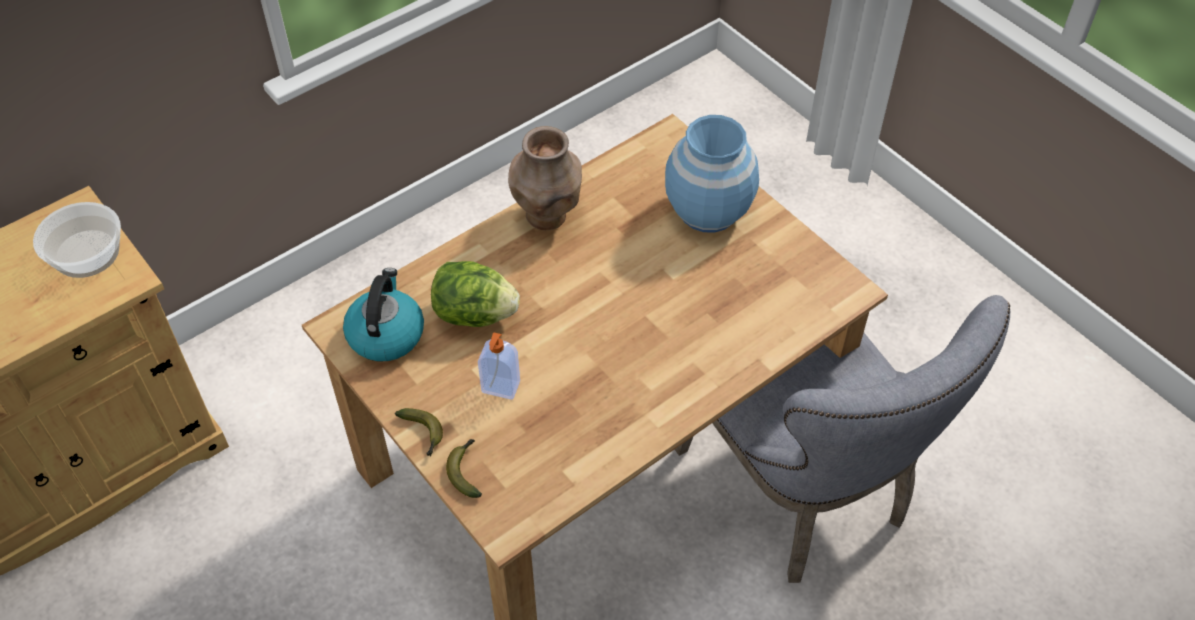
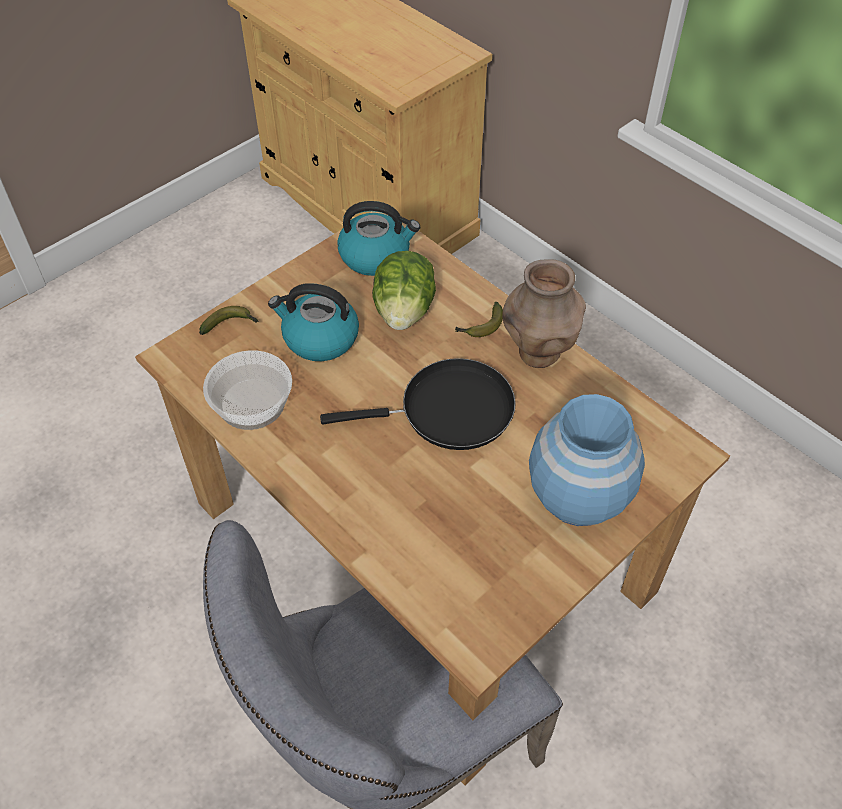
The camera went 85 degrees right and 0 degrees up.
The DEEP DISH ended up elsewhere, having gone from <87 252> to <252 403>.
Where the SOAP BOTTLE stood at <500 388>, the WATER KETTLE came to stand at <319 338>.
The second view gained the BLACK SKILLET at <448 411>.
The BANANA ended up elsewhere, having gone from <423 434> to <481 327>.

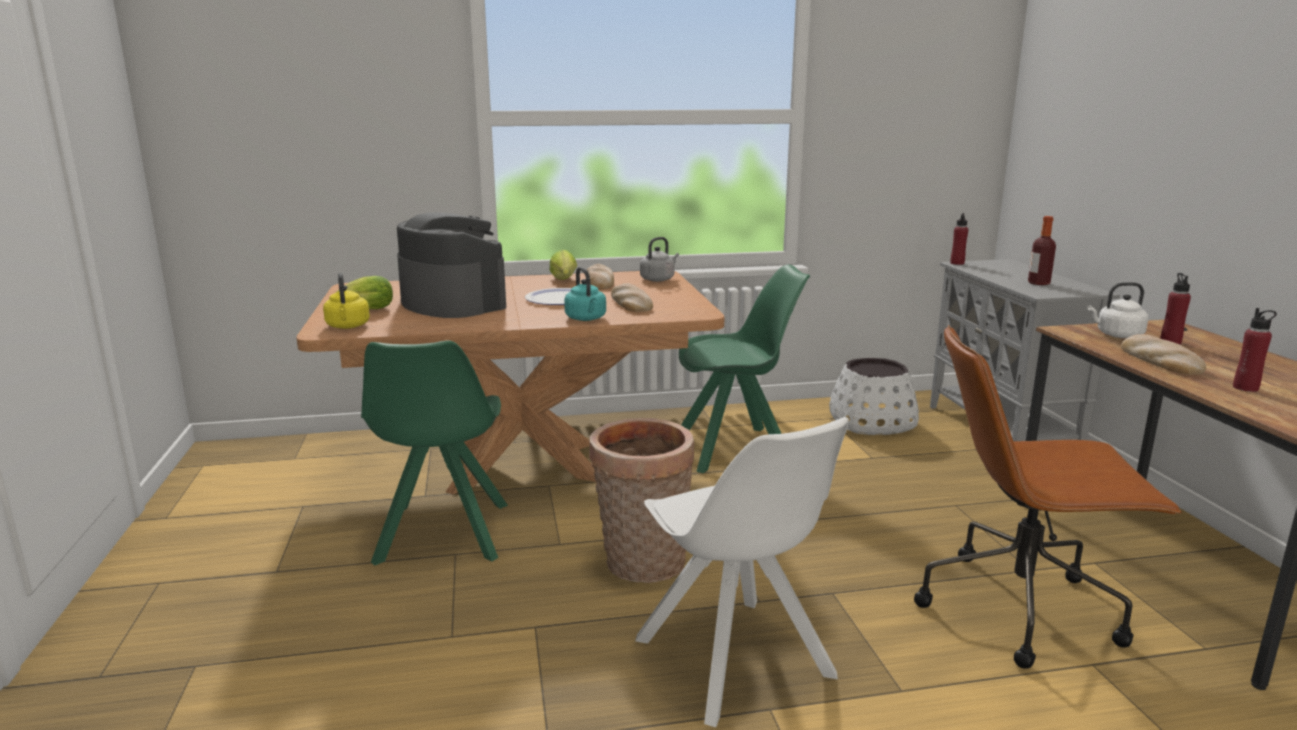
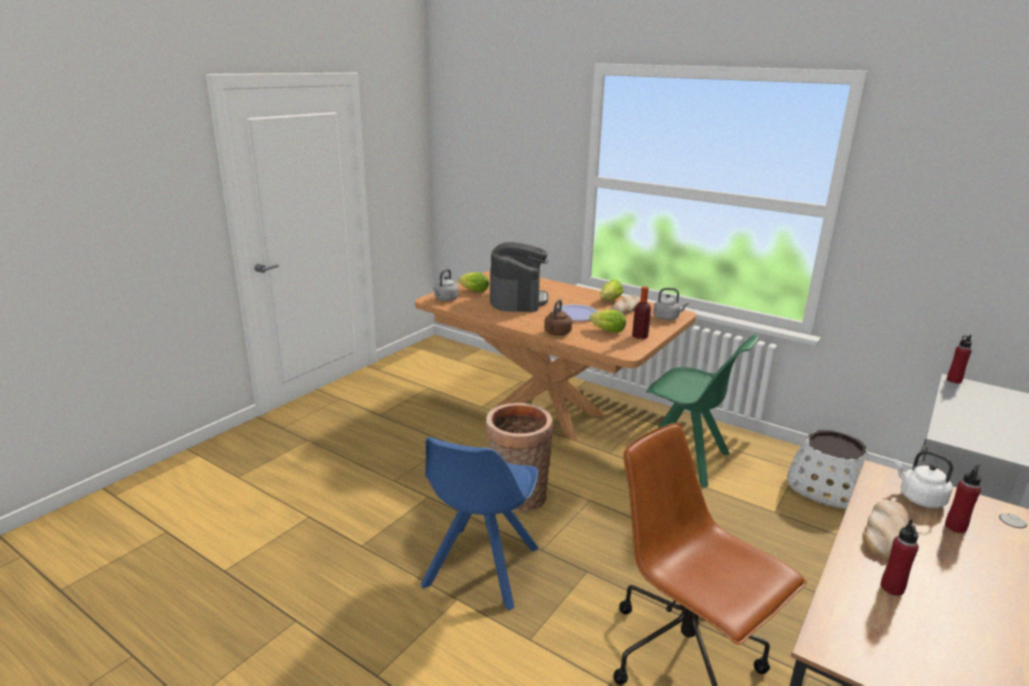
The camera went 45 degrees right and 5 degrees up.
What was the WHITE UPRIGHT CHAIR at <736 661> turned into the BLUISH UPRIGHT CHAIR at <480 569>.
What was the YELLOW WATER KETTLE at <348 326> turned into the GREYISH WATER KETTLE at <445 299>.
What was the TURQUOISE WATER KETTLE at <586 319> turned into the BROWN-COLOURED WATER KETTLE at <557 333>.
Where the BAKED BREAD stood at <630 303>, the LETTUCE came to stand at <606 331>.
The DRINK BOTTLE ended up elsewhere, having gone from <1038 283> to <640 336>.
The second view lost the GREEN-COLOURED UPRIGHT CHAIR at <442 535>.

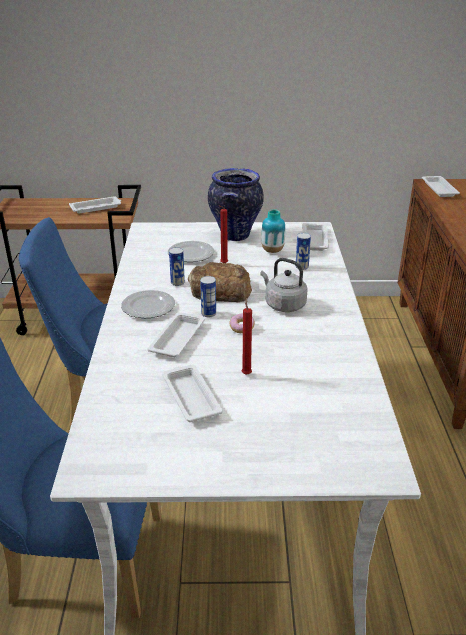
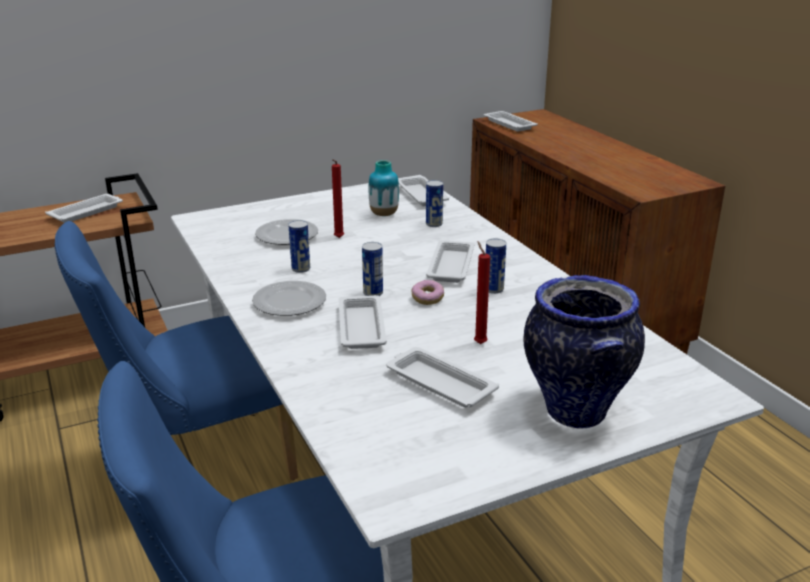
The camera went 25 degrees left and 5 degrees down.
Where the GREYISH WATER KETTLE stood at <283 305>, the WHITE TRAY came to stand at <451 265>.
The second view gained the CAN at <493 289>.
The FLOWER VASE ended up elsewhere, having gone from <235 235> to <574 411>.
The second view lost the BAKED BREAD at <220 290>.

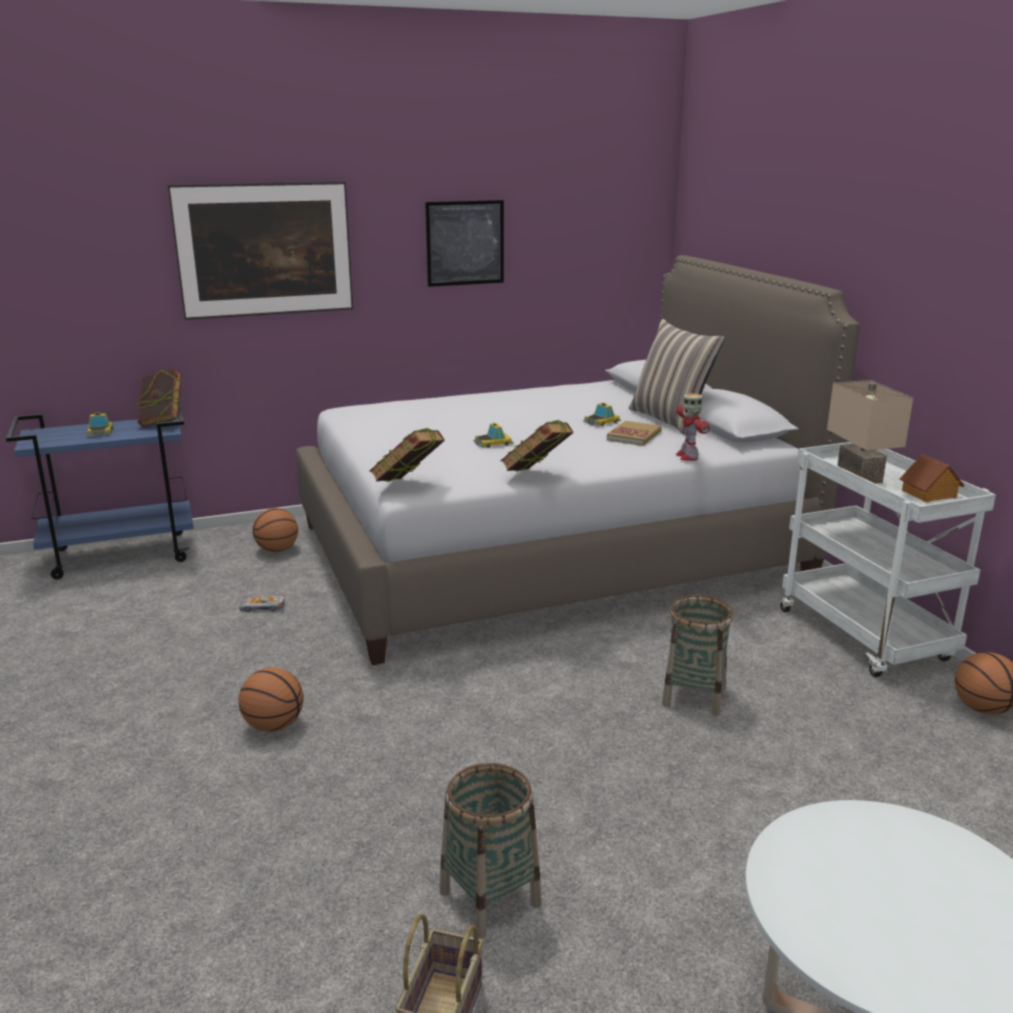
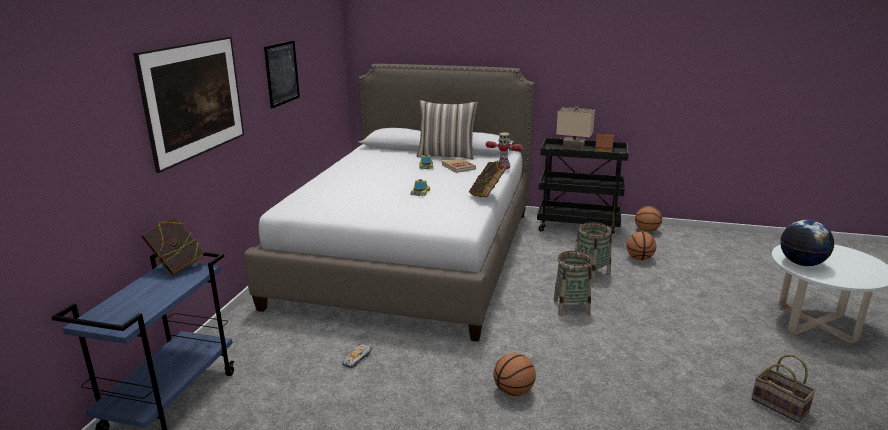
The camera went 55 degrees left and 0 degrees up.
What was the WHITE TROLLEY at <866 637> turned into the BLACK TROLLEY at <578 226>.
The BASKET ended up elsewhere, having gone from <490 897> to <571 307>.
The BALL FOR BASKETBALL ended up elsewhere, having gone from <277 550> to <639 258>.
The second view gained the GLOBE at <802 263>.
The second view lost the TOY CAR at <100 432>.
The second view lost the BOOK at <408 486>.

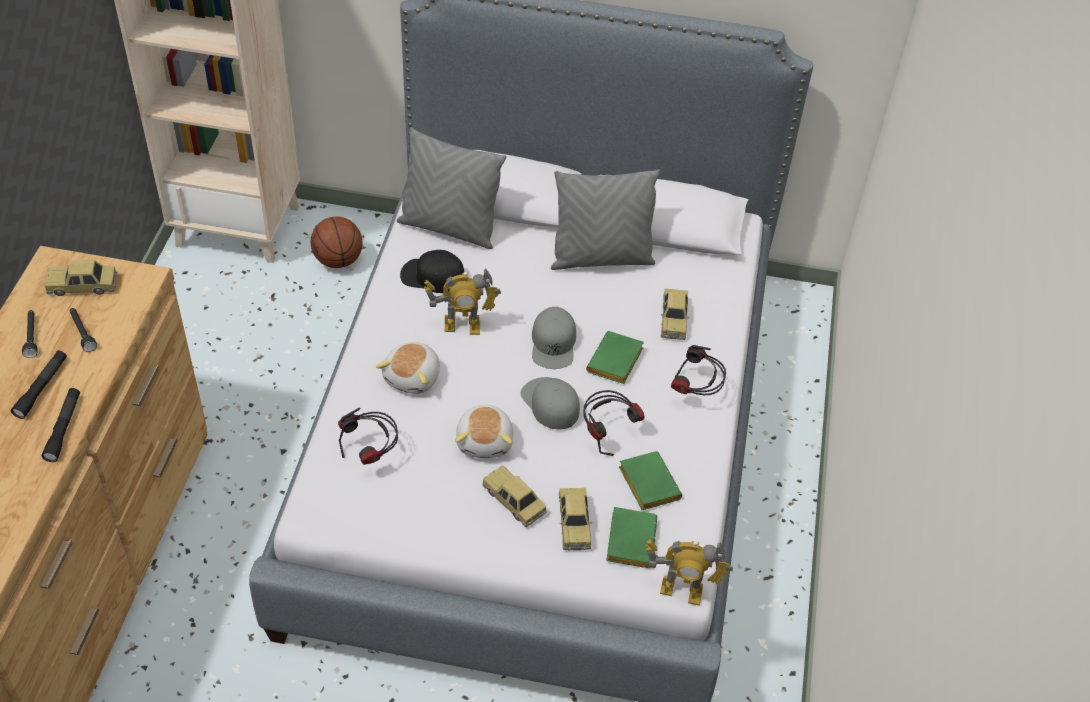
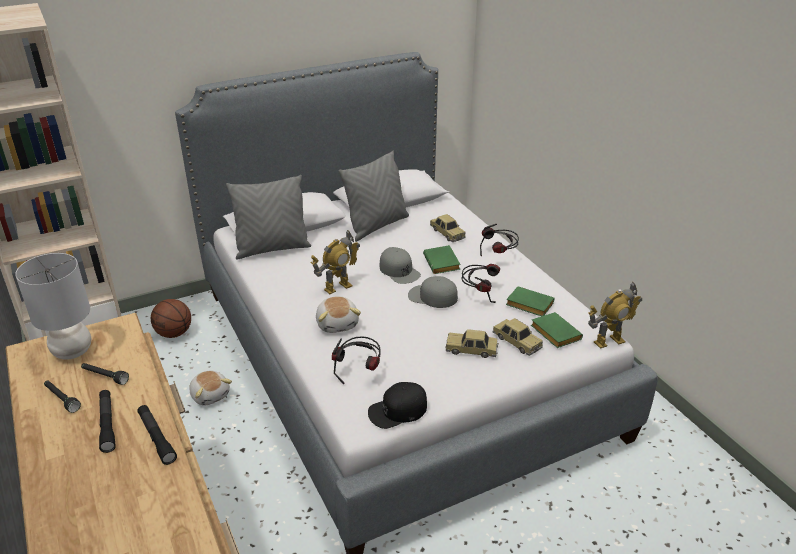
The camera went 35 degrees left and 15 degrees down.
Where the TOY CAR stood at <83 286>, the GREYISH TABLE LAMP came to stand at <73 351>.
The CUDDLY TOY ended up elsewhere, having gone from <485 441> to <210 395>.
The BLACK CAP ended up elsewhere, having gone from <432 276> to <398 410>.

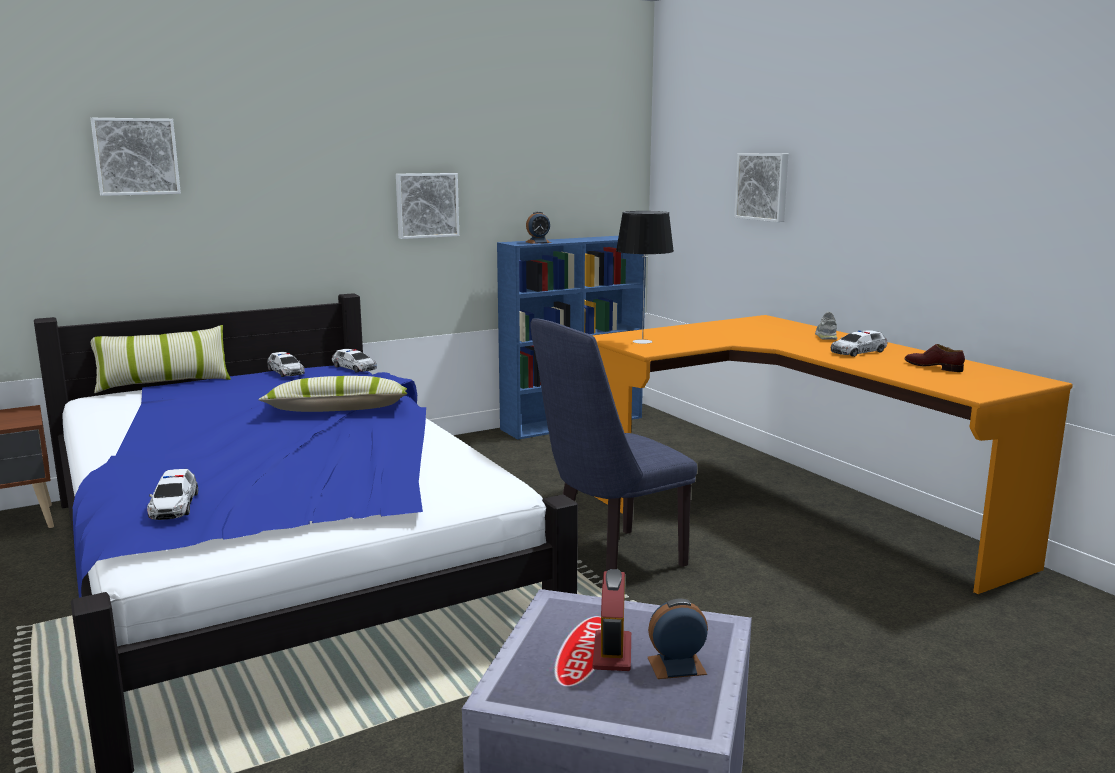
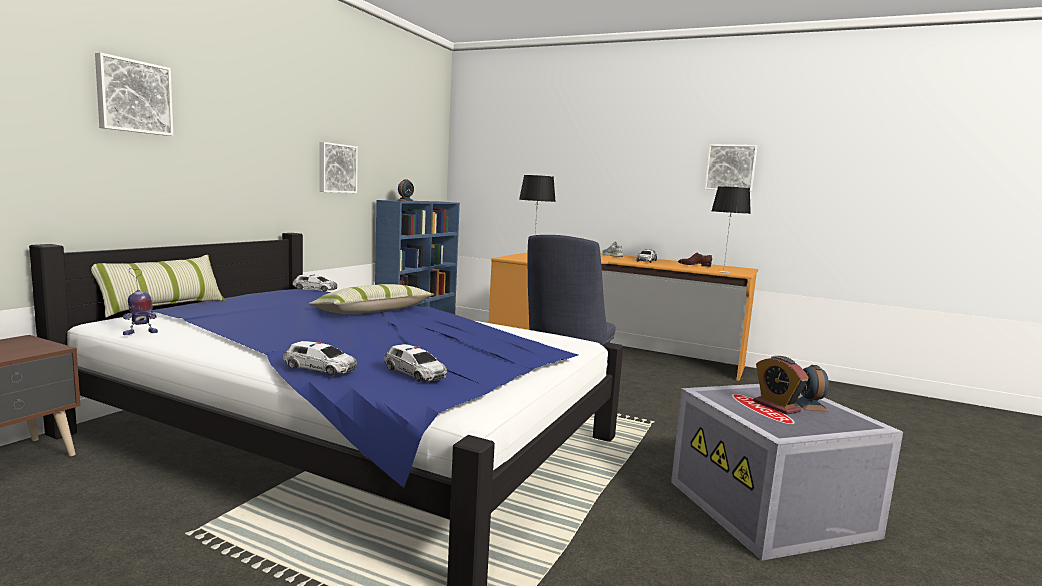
The camera went 35 degrees left and 5 degrees down.
The second view gained the TOY ROBOT at <140 333>.
The TOY CAR ended up elsewhere, having gone from <286 372> to <320 368>.
The WALL PICTURE ended up elsewhere, having gone from <763 186> to <730 168>.
The second view gained the TABLE LAMP at <724 272>.
The TABLE CLOCK at <676 665> ended up facing another way, 45 degrees counterclockwise from before.

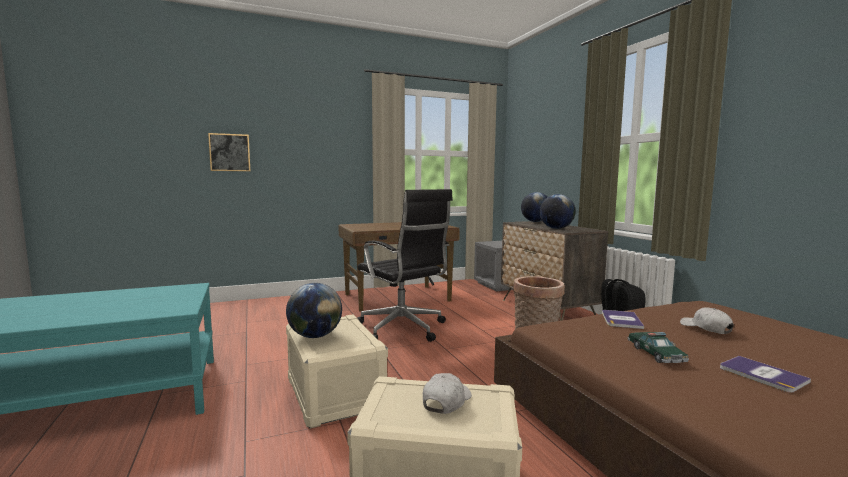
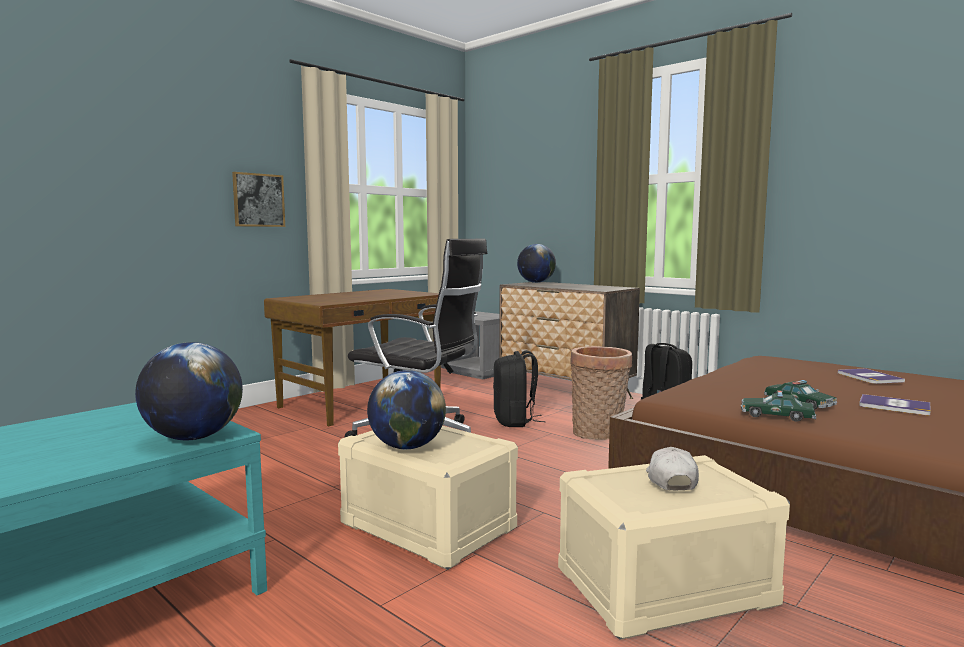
The camera went 25 degrees left and 0 degrees up.
The GLOBE ended up elsewhere, having gone from <556 228> to <193 438>.
The WALL PICTURE ended up elsewhere, having gone from <229 152> to <258 200>.
The second view gained the BLACK RUCKSACK at <515 421>.
The second view gained the TOY CAR at <776 416>.
The BOOK ended up elsewhere, having gone from <621 320> to <868 377>.
The second view lost the WHITE CAP at <706 328>.

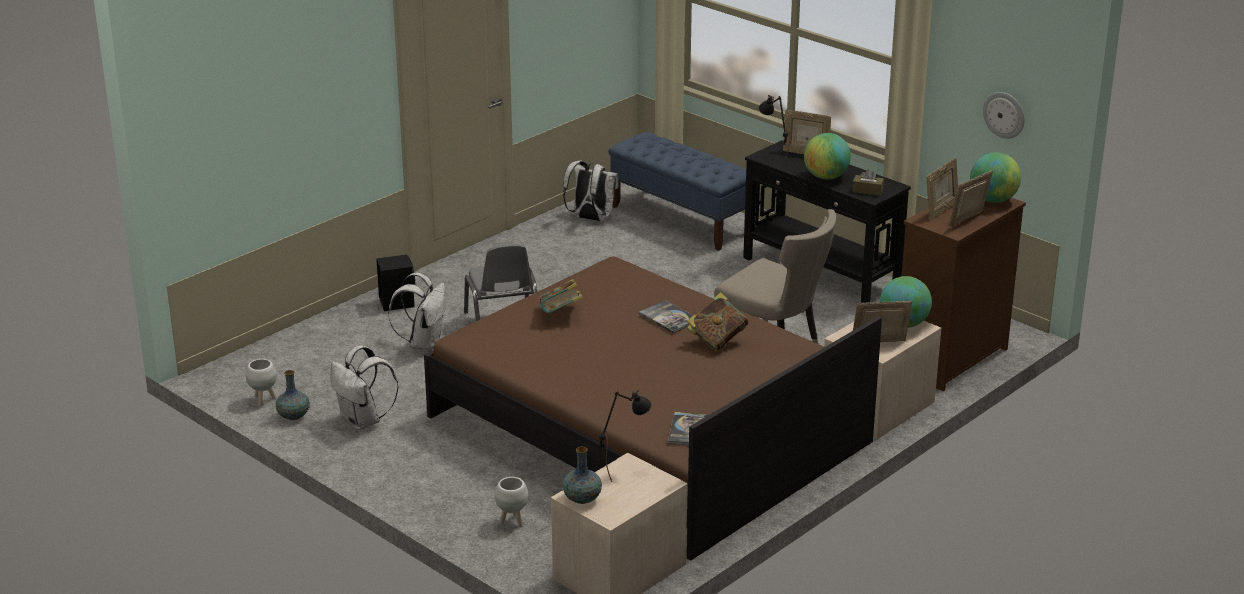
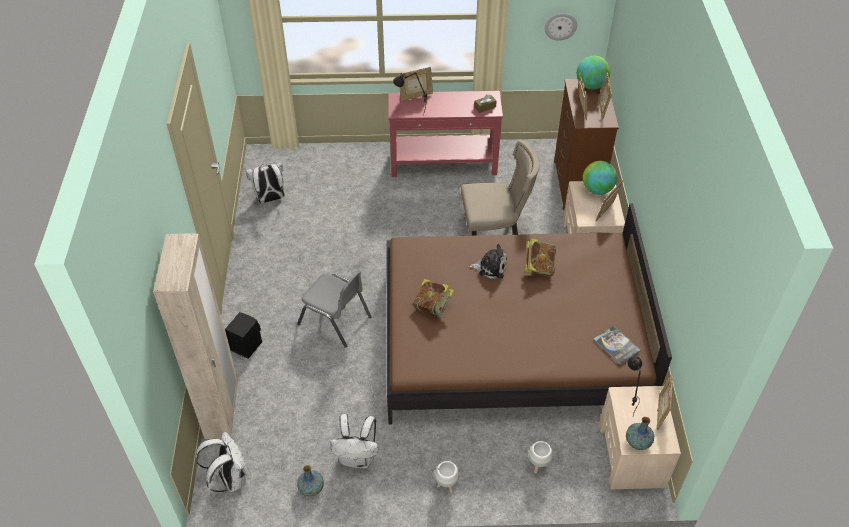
The camera went 45 degrees left and 20 degrees up.
The second view gained the BEIGE WARDROBE at <222 411>.
The WHITE RUCKSACK ended up elsewhere, having gone from <424 343> to <230 478>.
What was the BLACK CONSOLE TABLE at <821 274> turned into the RED CONSOLE TABLE at <444 163>.
The WHITE PLANTER ended up elsewhere, having gone from <263 400> to <446 486>.
Where the BOOK stood at <669 318>, the CUDDLY TOY came to stand at <490 267>.
The second view gained the PHOTO FRAME at <660 412>.
The second view lost the BLUISH BENCH at <682 220>.
The second view lost the GLOBE at <826 177>.

